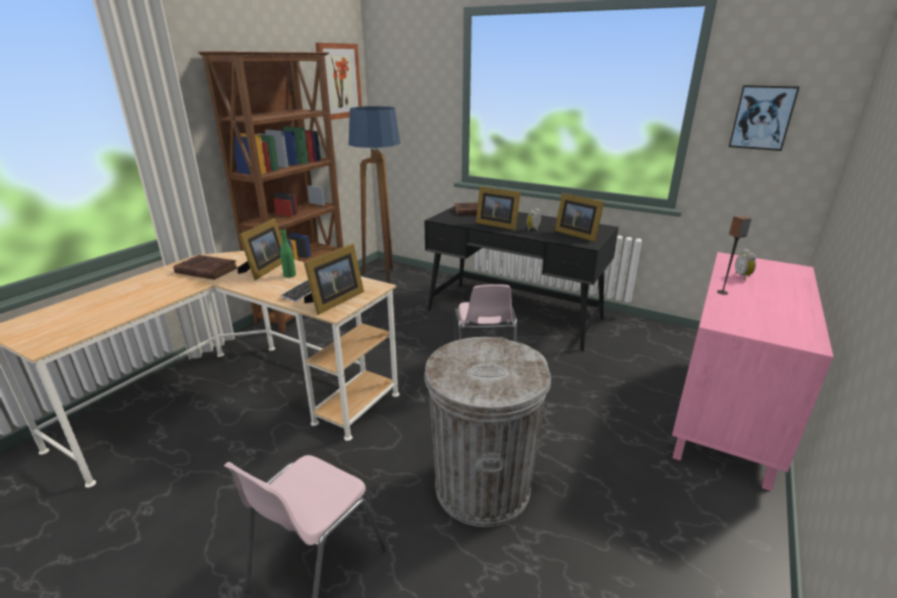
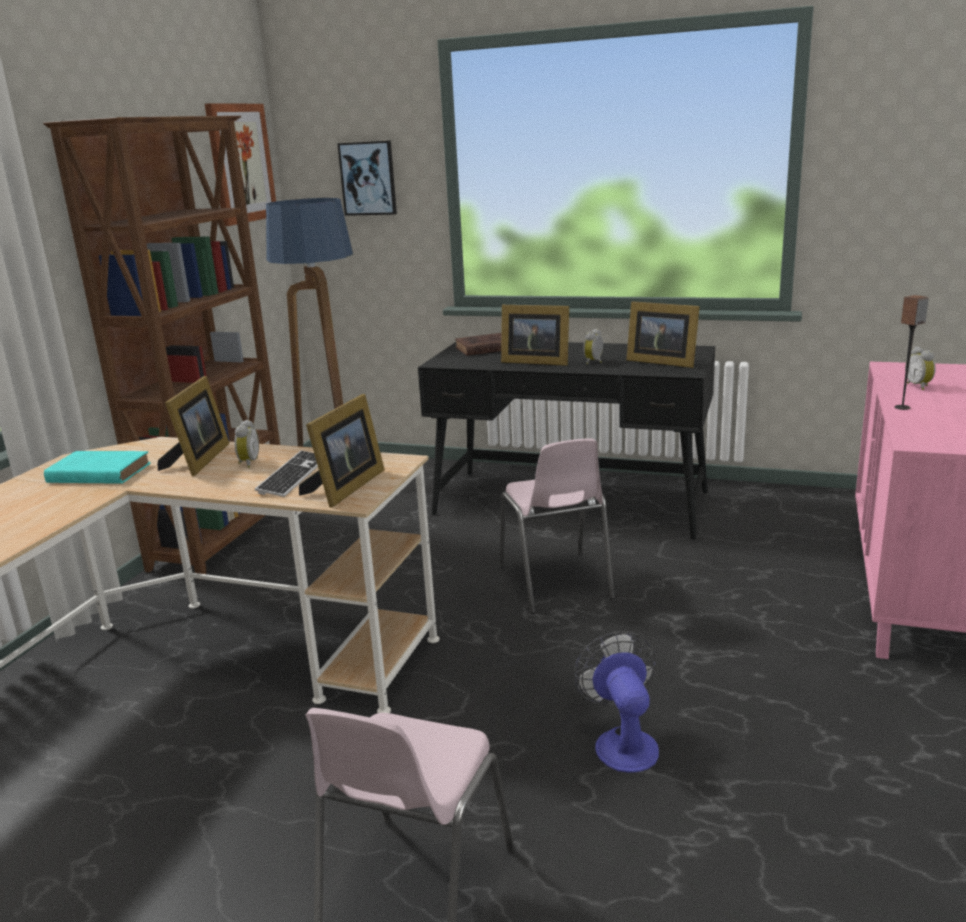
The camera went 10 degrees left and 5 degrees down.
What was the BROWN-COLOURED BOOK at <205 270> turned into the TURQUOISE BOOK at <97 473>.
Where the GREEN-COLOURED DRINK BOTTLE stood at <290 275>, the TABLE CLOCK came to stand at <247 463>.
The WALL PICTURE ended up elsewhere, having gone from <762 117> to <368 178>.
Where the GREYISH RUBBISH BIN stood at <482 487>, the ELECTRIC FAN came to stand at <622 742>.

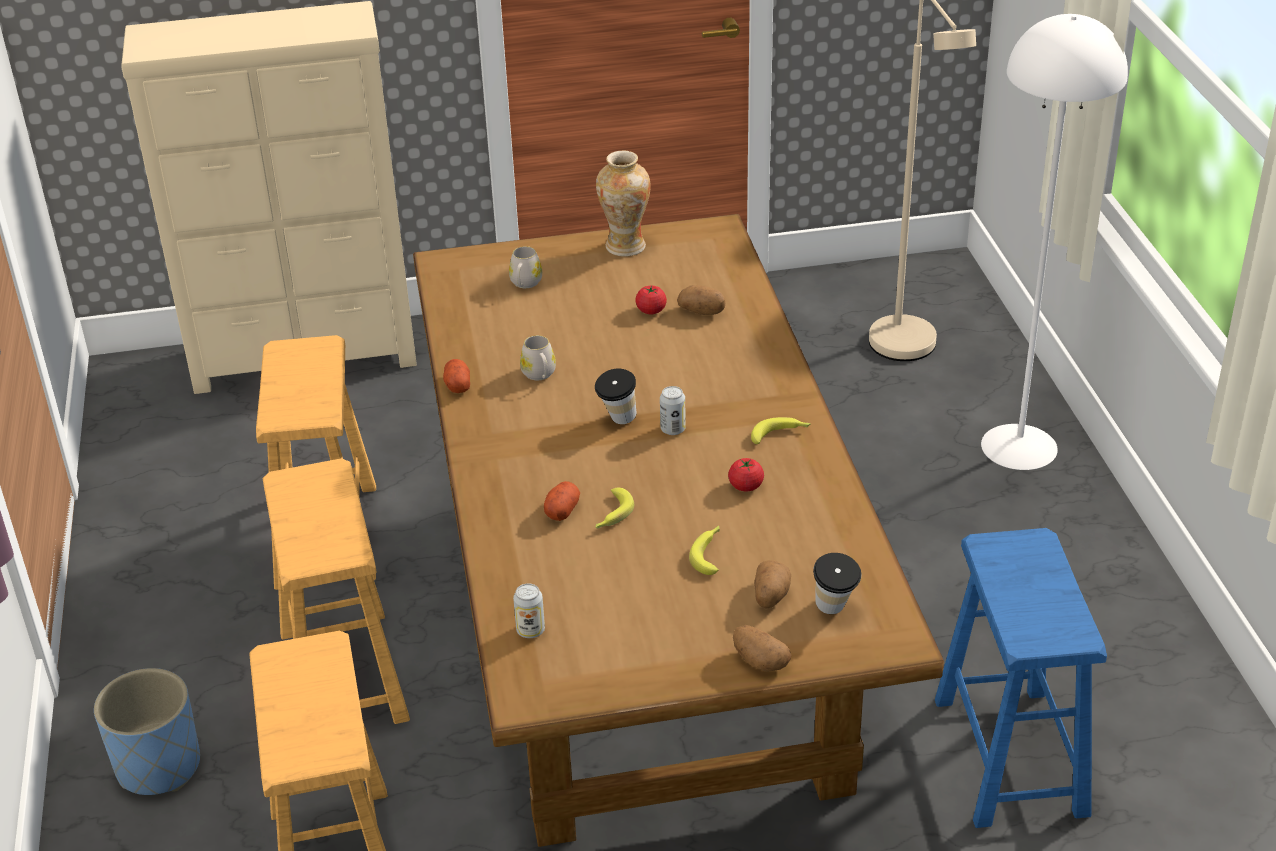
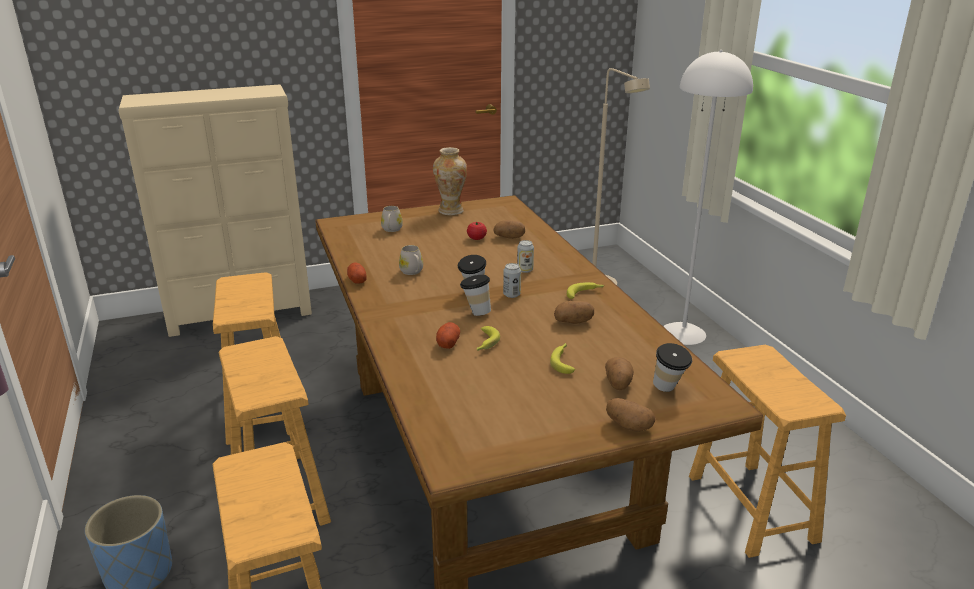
The camera went 10 degrees left and 10 degrees down.
The second view gained the DRINKING CUP at <476 312>.
The CAN ended up elsewhere, having gone from <530 630> to <525 270>.
Where the FRESH TOMATO stood at <746 486>, the WHOLE POTATO came to stand at <573 322>.
What was the BLUISH STOOL at <1010 756> turned into the BROWN-COLOURED STOOL at <751 507>.

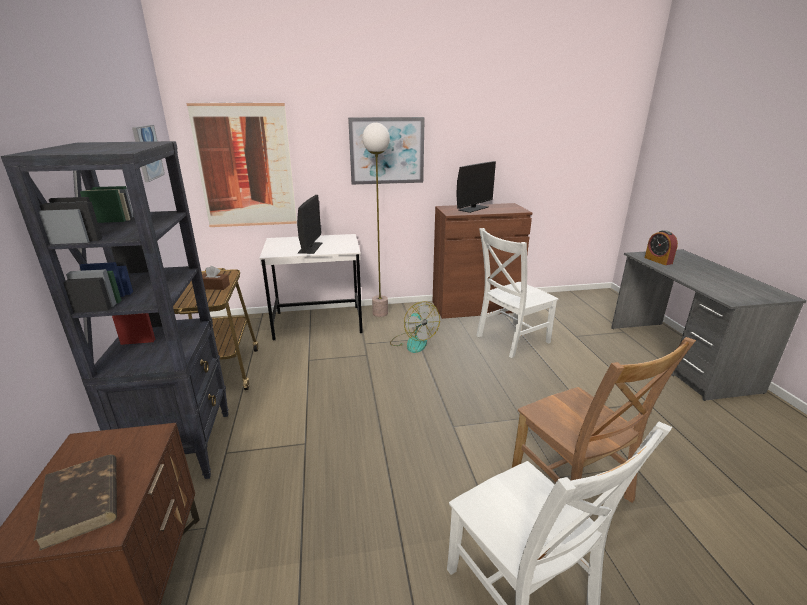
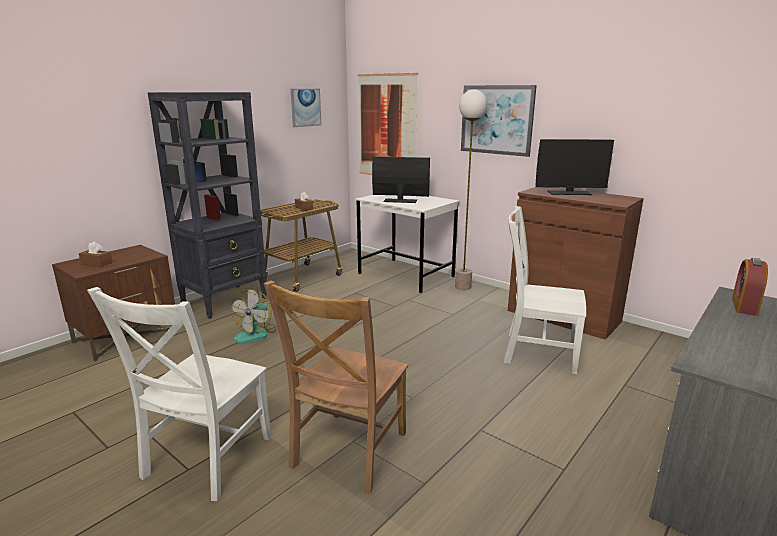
The camera went 50 degrees right and 5 degrees down.
Where the BROWN-COLOURED BOOK stood at <82 502>, the BROWN-COLOURED TISSUE HOLDER came to stand at <96 263>.
The ELECTRIC FAN ended up elsewhere, having gone from <413 342> to <256 334>.
The COMPUTER SCREEN at <310 248> ended up facing another way, 135 degrees counterclockwise from before.

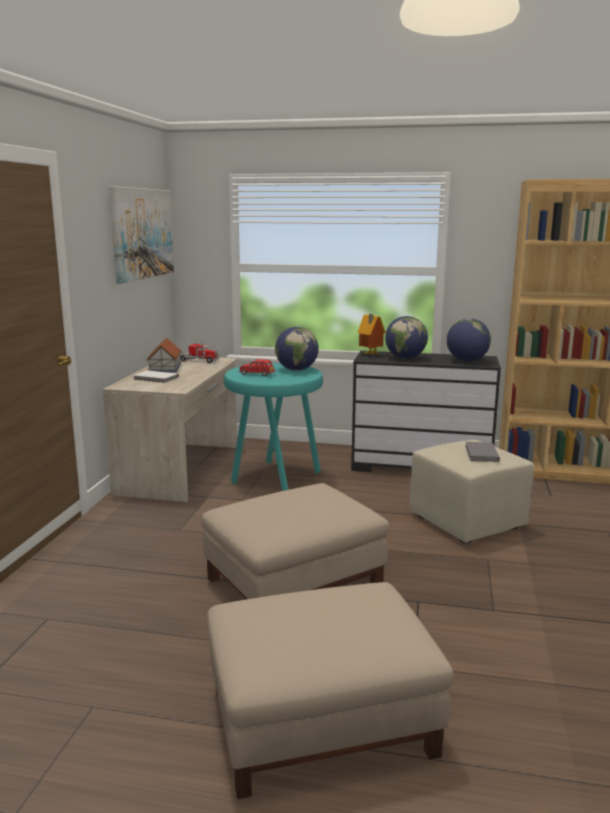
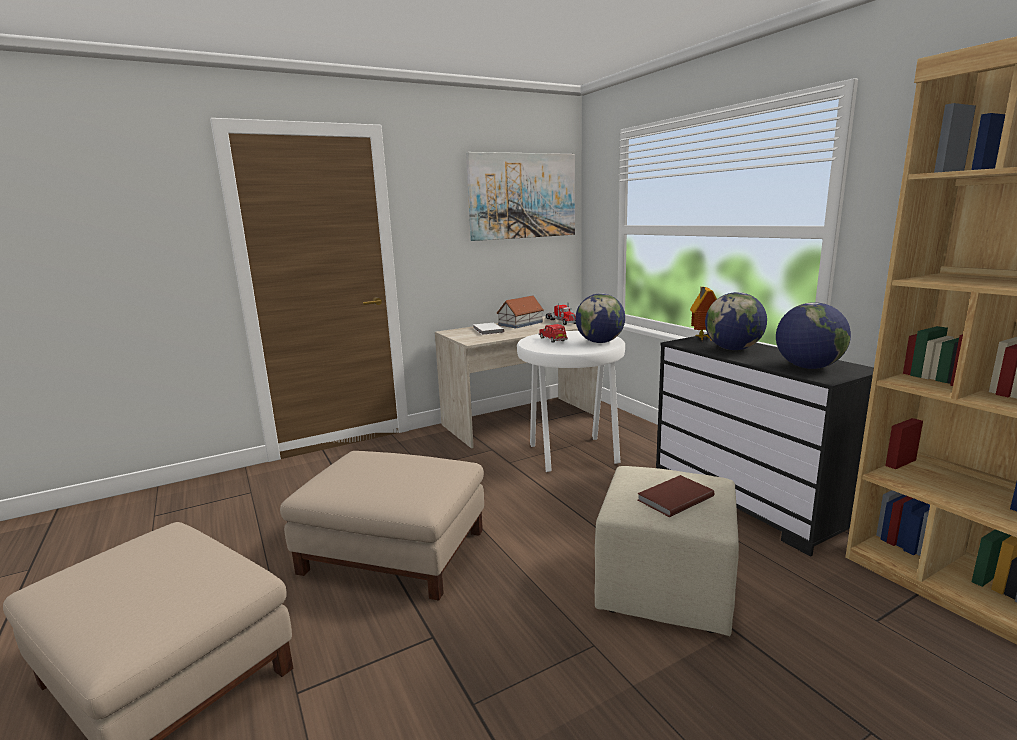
The camera went 50 degrees right and 0 degrees up.
What was the TURQUOISE STOOL at <274 478> turned into the WHITE STOOL at <570 454>.
What was the GREYISH BOOK at <480 454> turned into the BROWN-COLOURED BOOK at <673 498>.

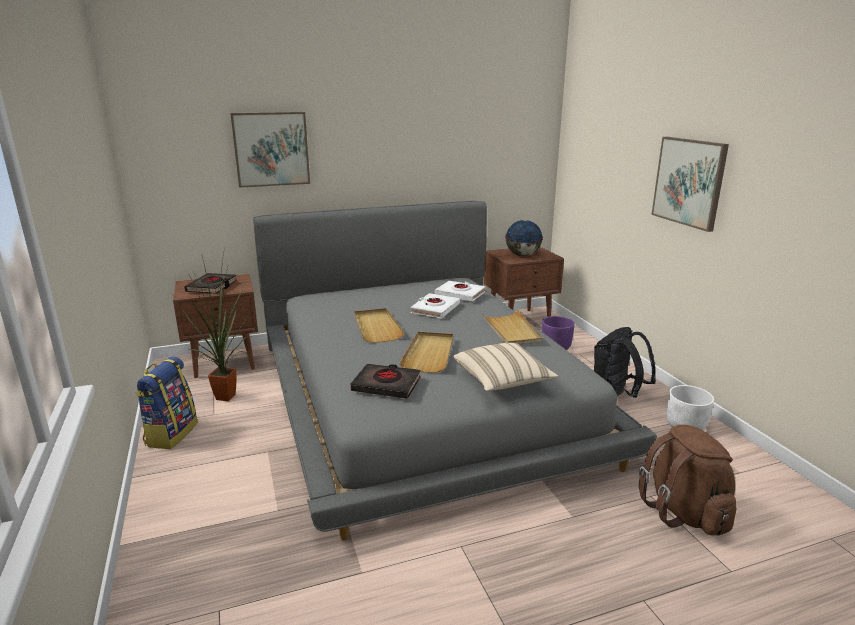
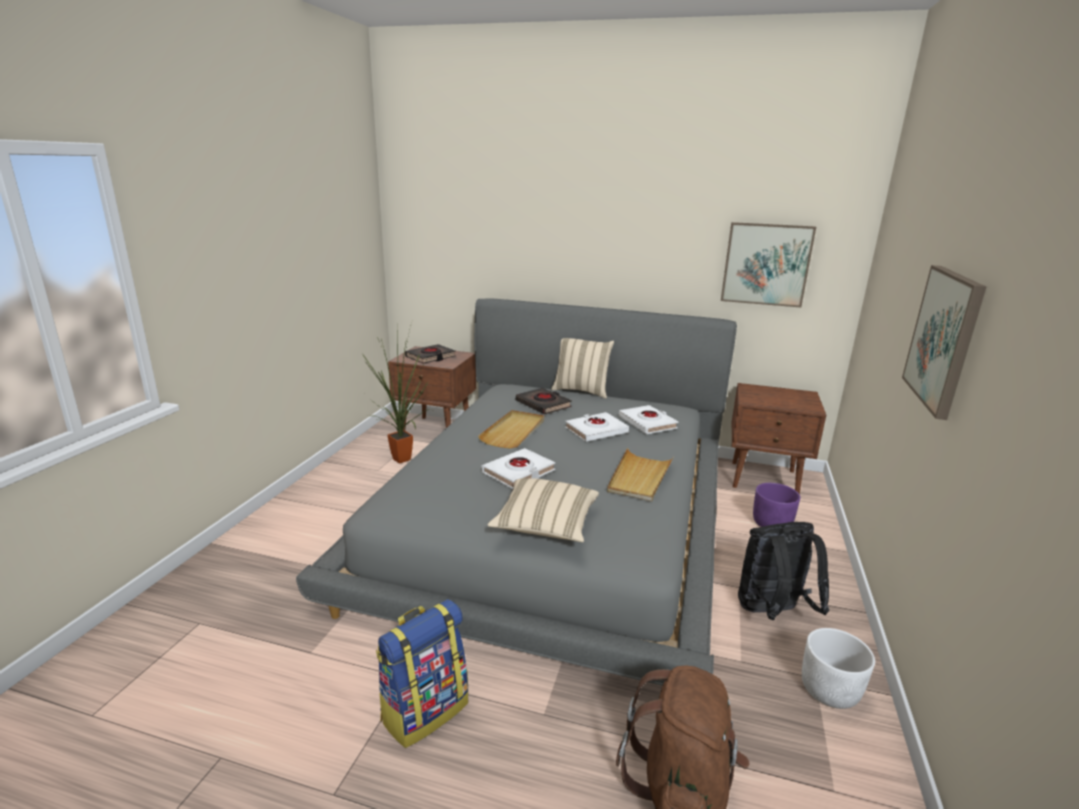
The camera went 35 degrees right and 0 degrees up.
The RUCKSACK ended up elsewhere, having gone from <171 434> to <424 710>.
Where the BEIGE TRAY stood at <429 354>, the WHITE BOOK came to stand at <518 472>.
The BLACK BOOK ended up elsewhere, having gone from <386 385> to <543 404>.
The second view gained the BEIGE CUSHION at <581 391>.
The WALL PICTURE ended up elsewhere, having gone from <271 149> to <766 264>.
The second view lost the GLOBE at <522 255>.

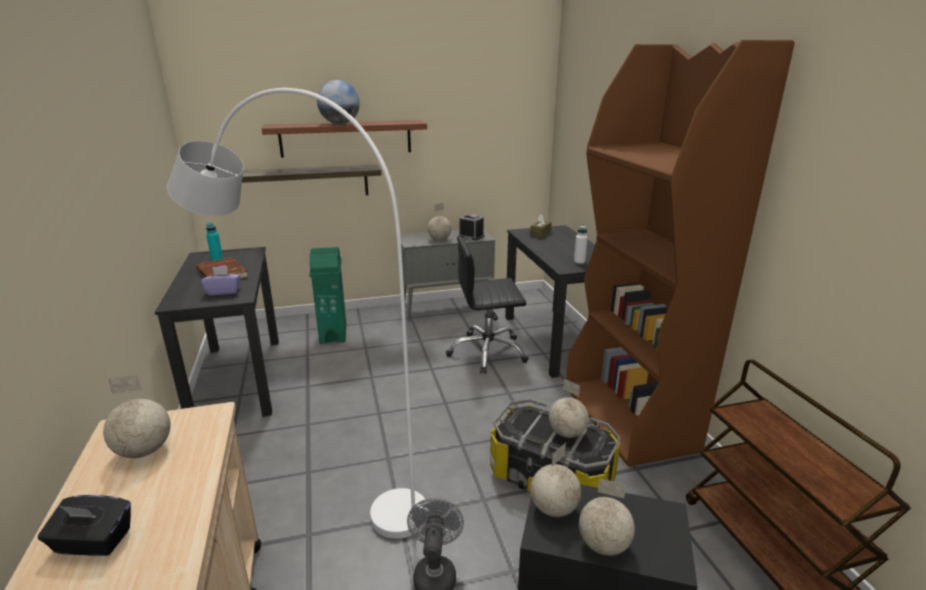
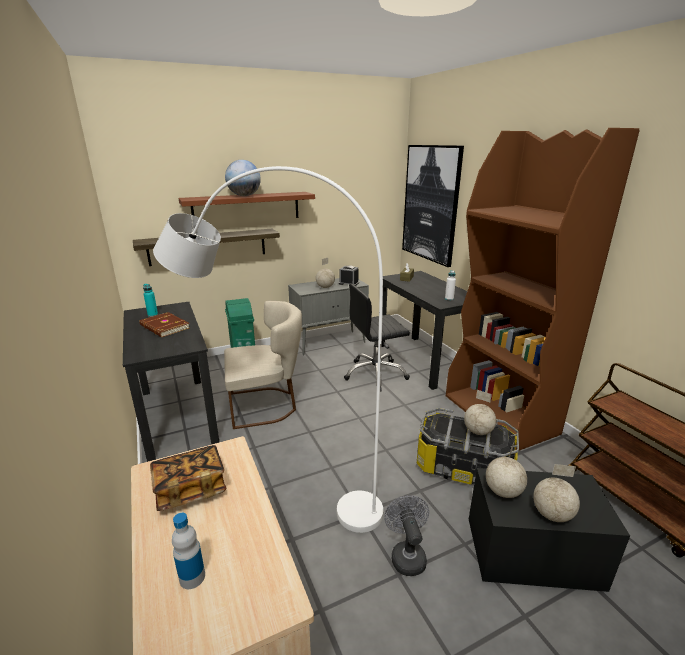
The camera went 10 degrees left and 0 degrees up.
Where the GLOBE stood at <145 451>, the BOOK came to stand at <190 489>.
Where the BLACK TISSUE HOLDER stood at <93 542>, the DRINK BOTTLE came to stand at <192 577>.
The second view gained the BEIGE UPRIGHT CHAIR at <266 405>.
The second view gained the WALL PICTURE at <430 204>.
The second view lost the PURPLE TISSUE HOLDER at <223 291>.

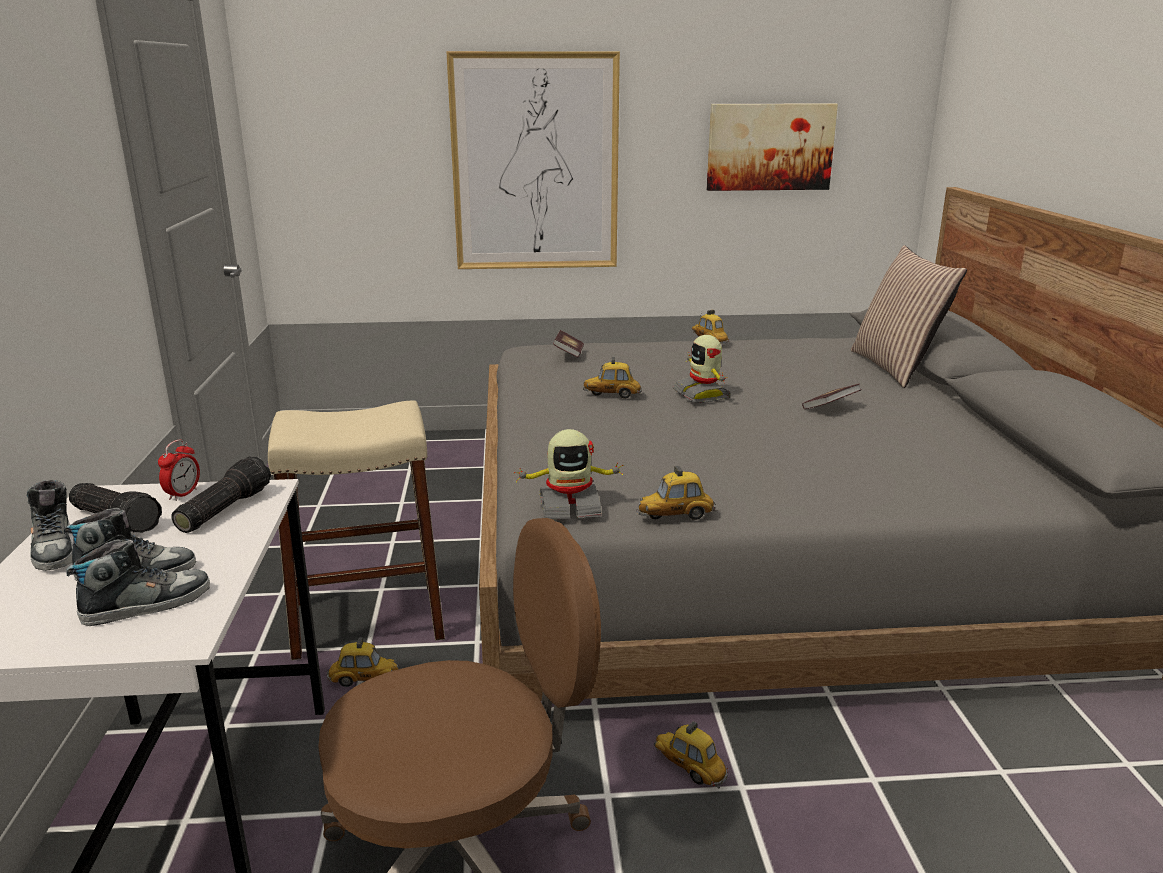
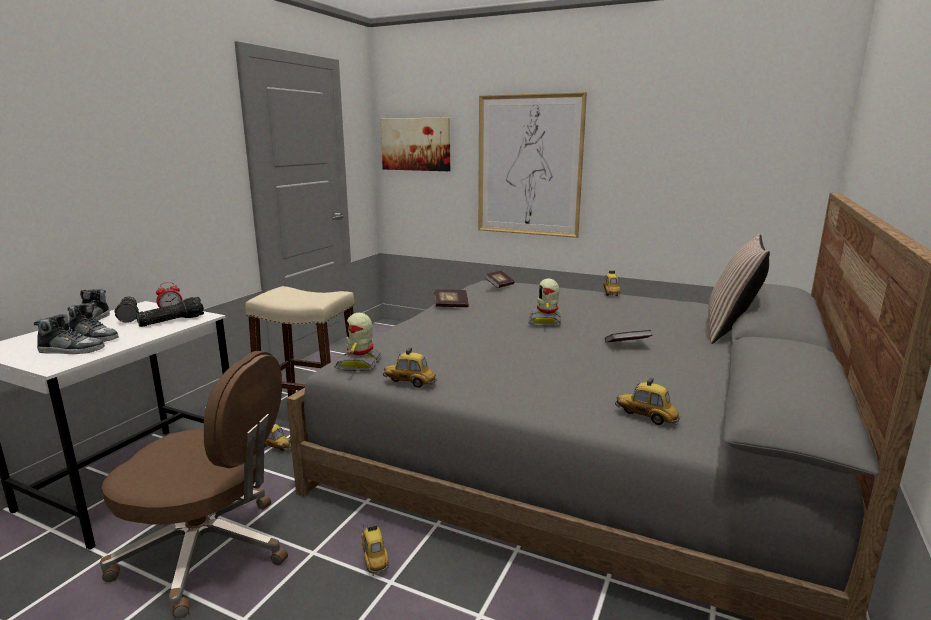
The camera went 30 degrees right and 5 degrees down.
The TOY ROBOT at <569 507> ended up facing another way, 75 degrees clockwise from before.
The WALL PICTURE ended up elsewhere, having gone from <770 147> to <416 144>.
The second view gained the BOOK at <451 305>.
The TOY CAR ended up elsewhere, having gone from <612 395> to <646 417>.

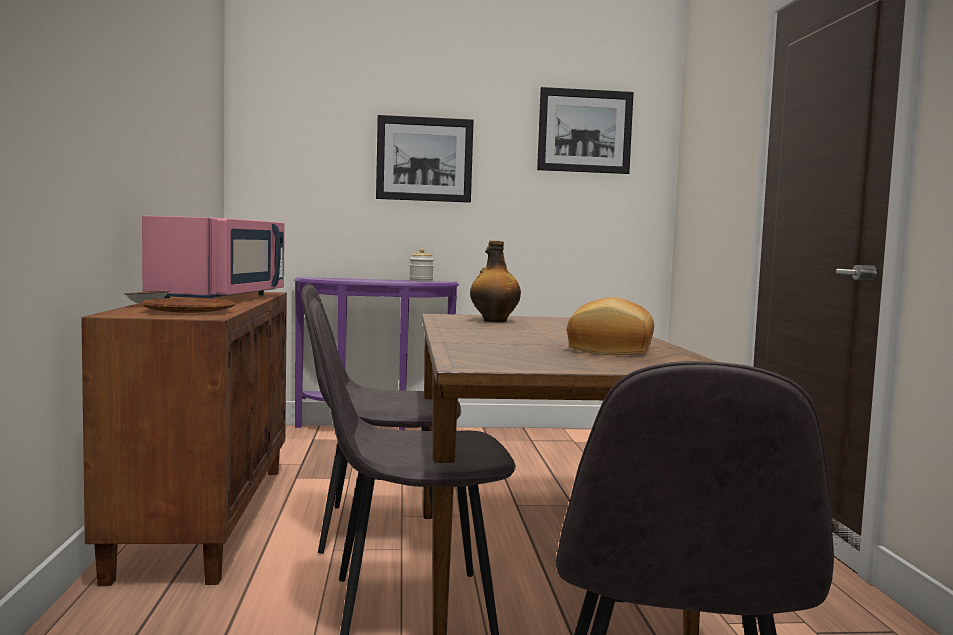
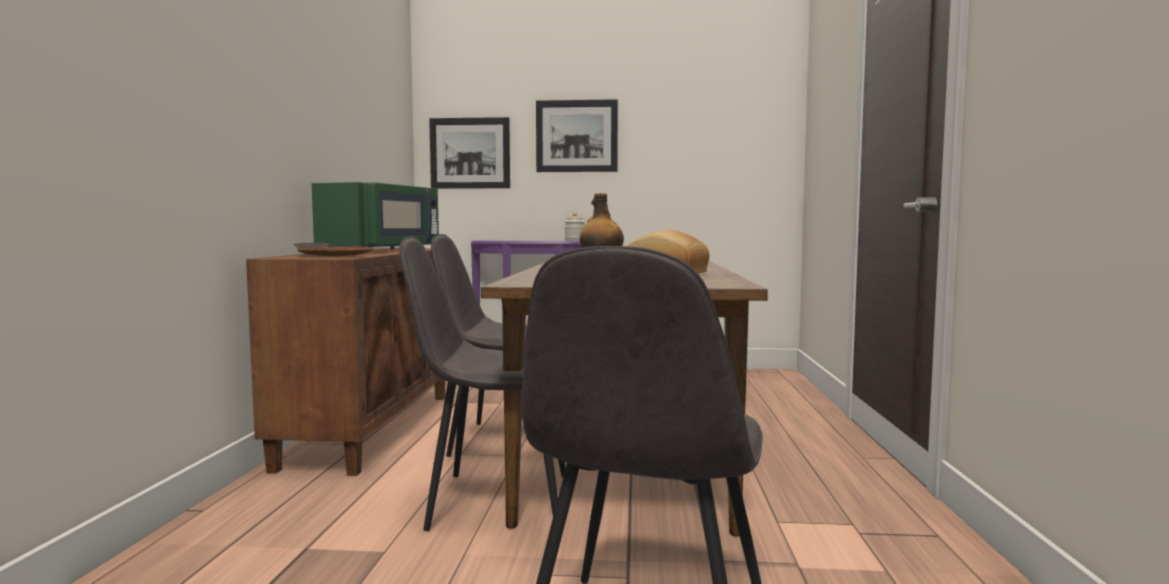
The camera went 10 degrees right and 0 degrees up.
What was the PINKISH MICROWAVE OVEN at <221 298> turned into the GREEN-COLOURED MICROWAVE OVEN at <383 250>.
The WALL PICTURE ended up elsewhere, having gone from <584 131> to <470 153>.

